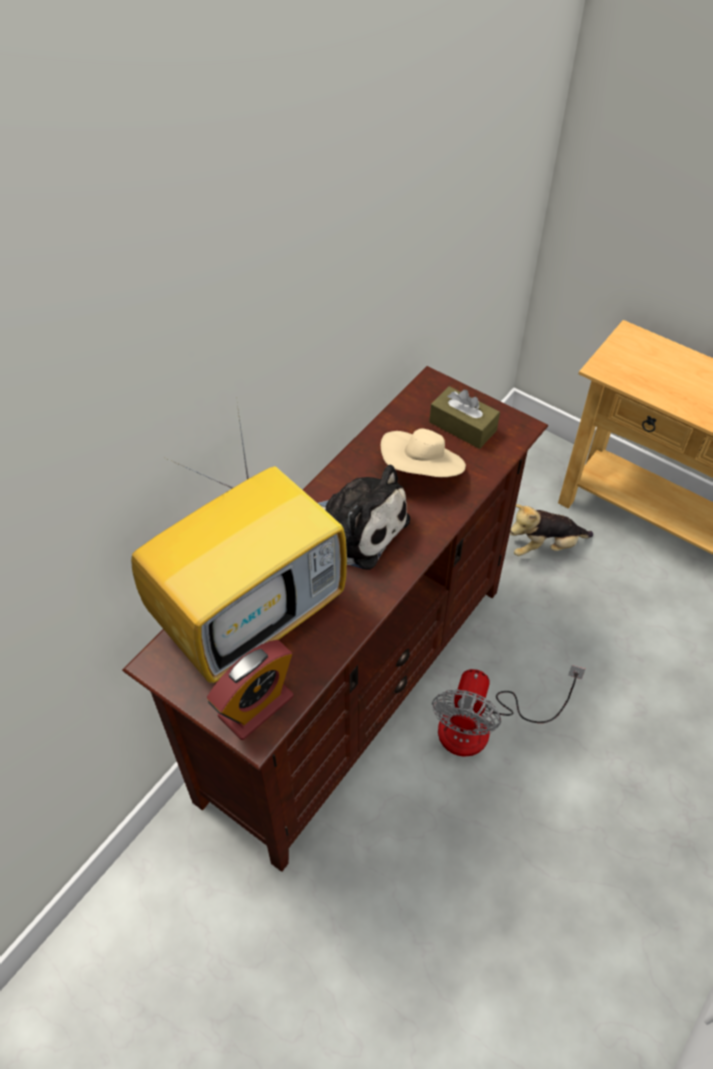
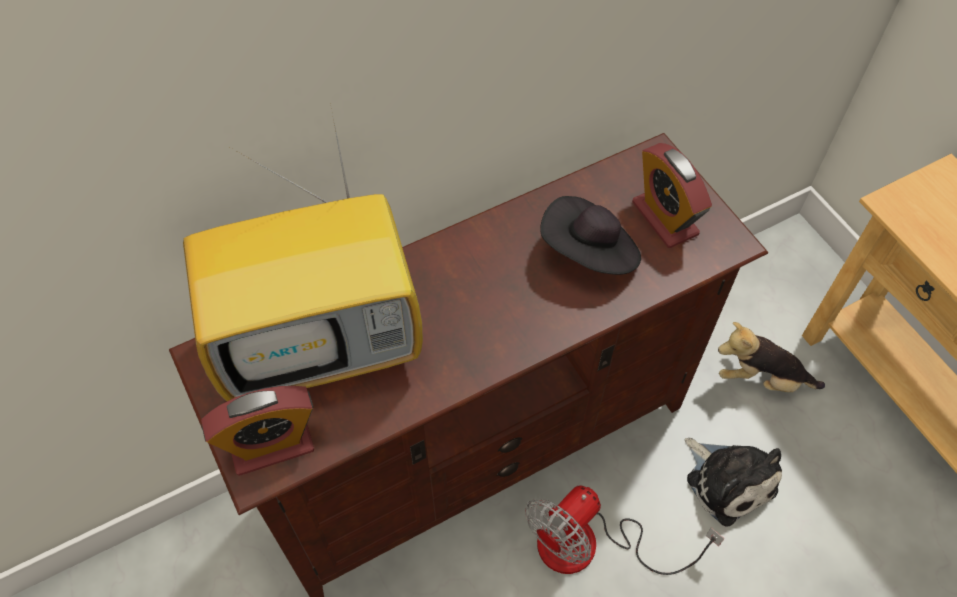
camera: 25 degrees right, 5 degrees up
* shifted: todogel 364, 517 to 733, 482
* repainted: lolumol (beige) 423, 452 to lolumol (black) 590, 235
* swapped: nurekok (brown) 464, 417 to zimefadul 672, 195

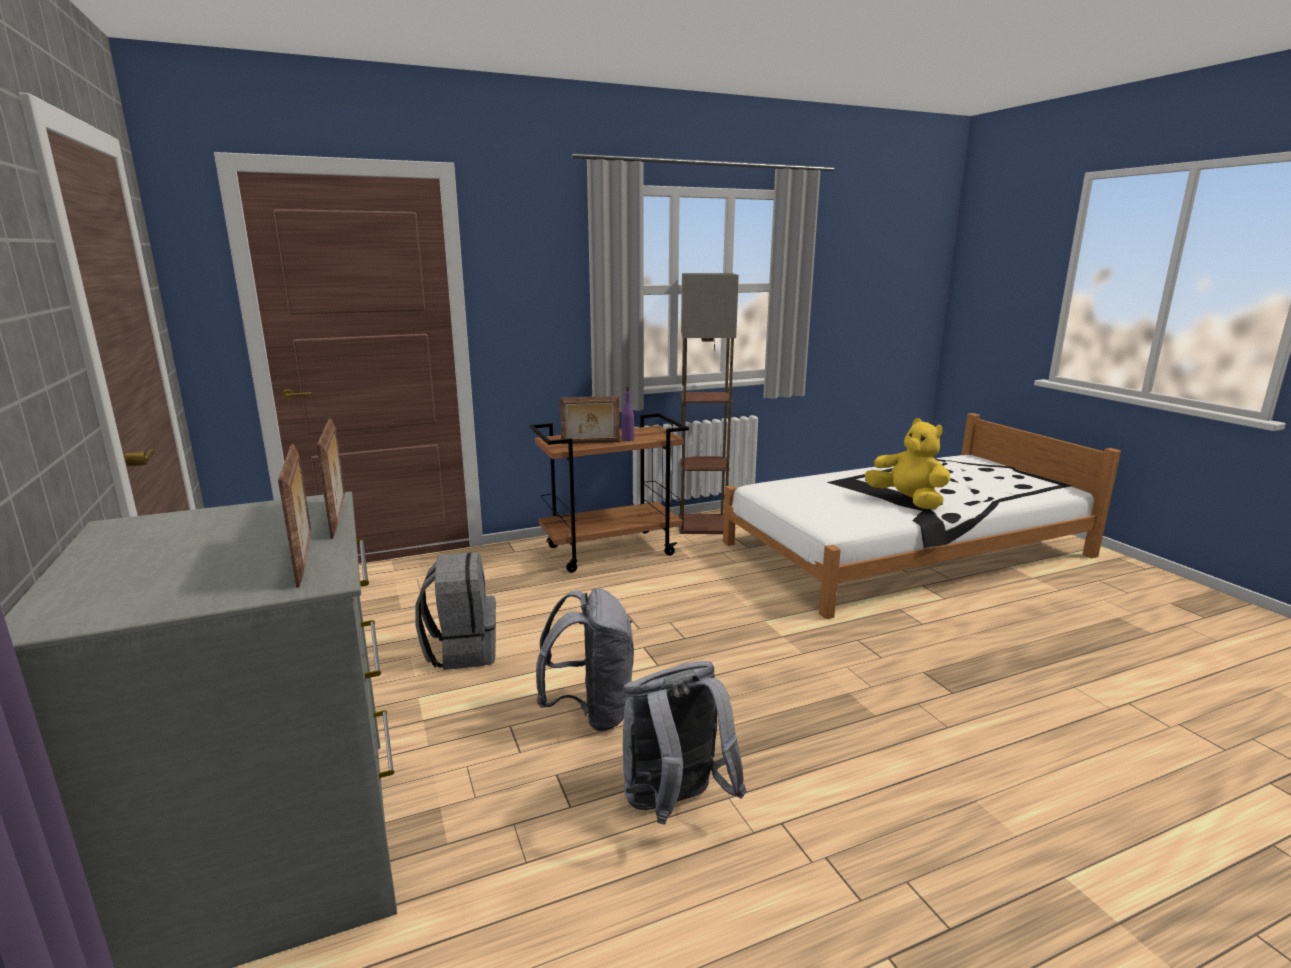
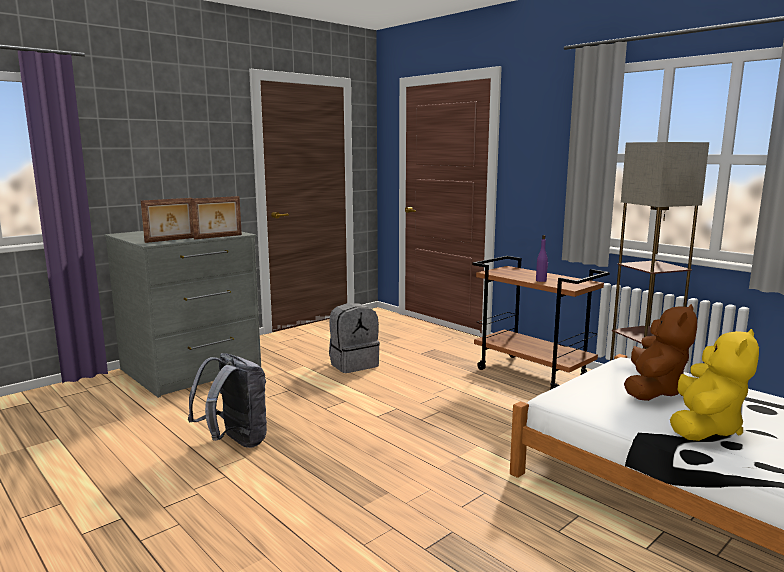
camera: 70 degrees right, 5 degrees down
* gone: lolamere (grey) 585, 659
* gone: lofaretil 590, 420
* new: todogel (brown) 660, 352

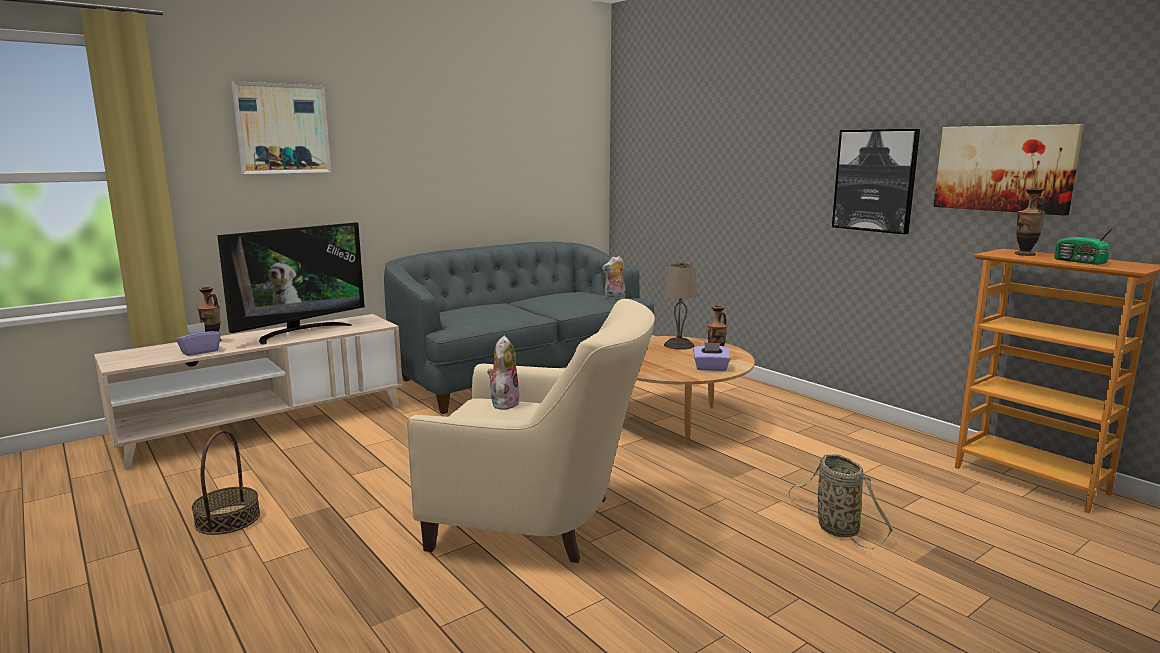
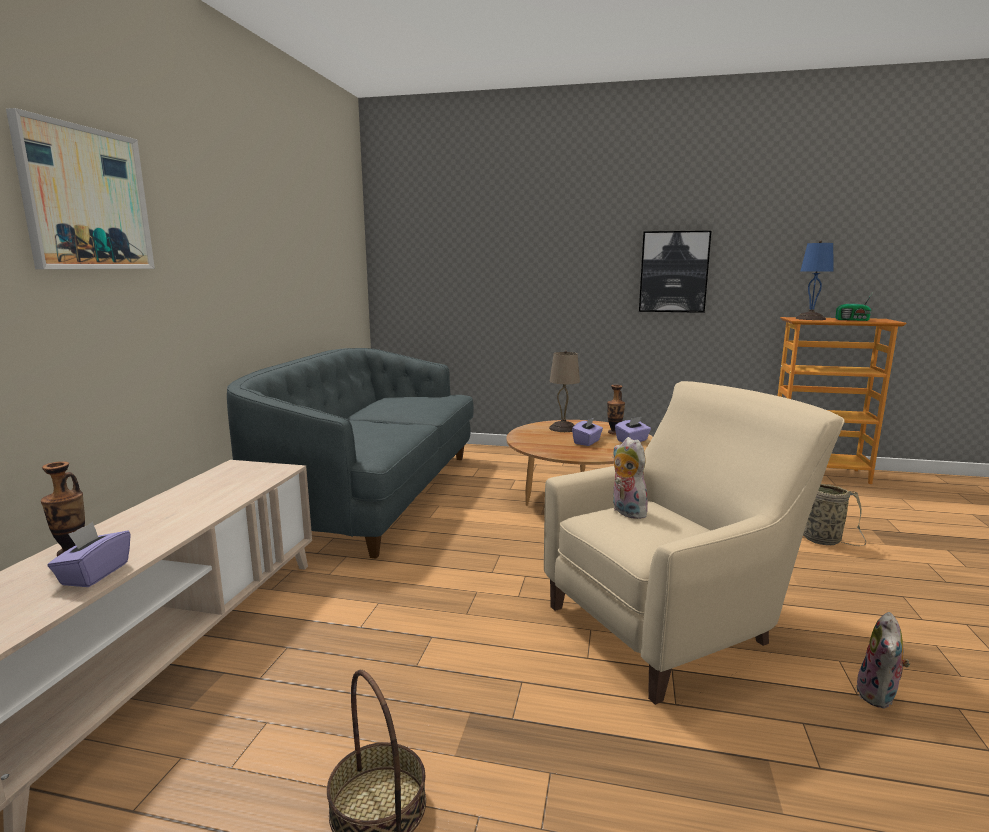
camera: 40 degrees left, 0 degrees up
* gone: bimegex 291, 283
* shifted: todogel 613, 278 to 883, 660
* gone: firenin 1008, 170
* swapped: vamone 1030, 222 to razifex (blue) 814, 280
* new: nurekok (purple) 587, 431

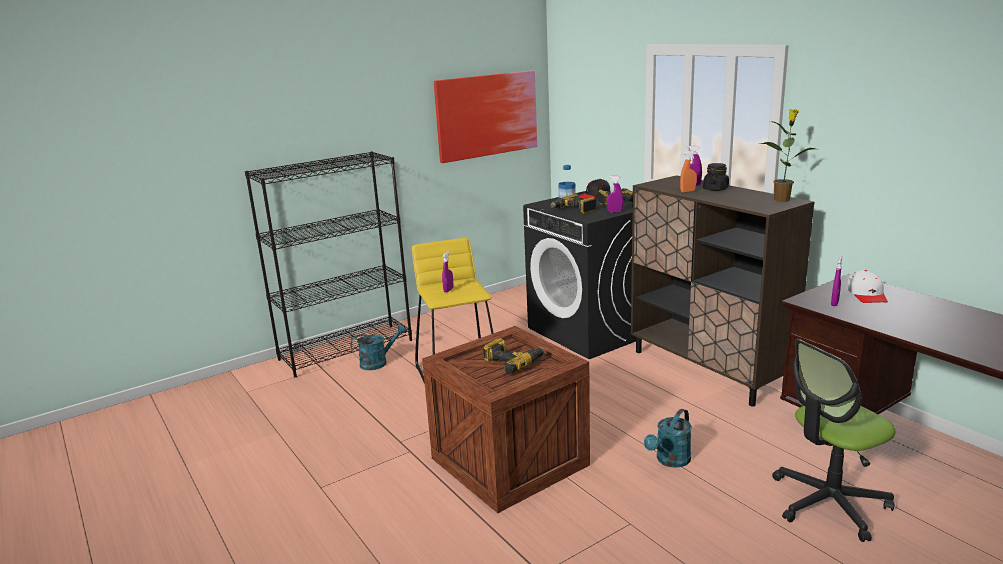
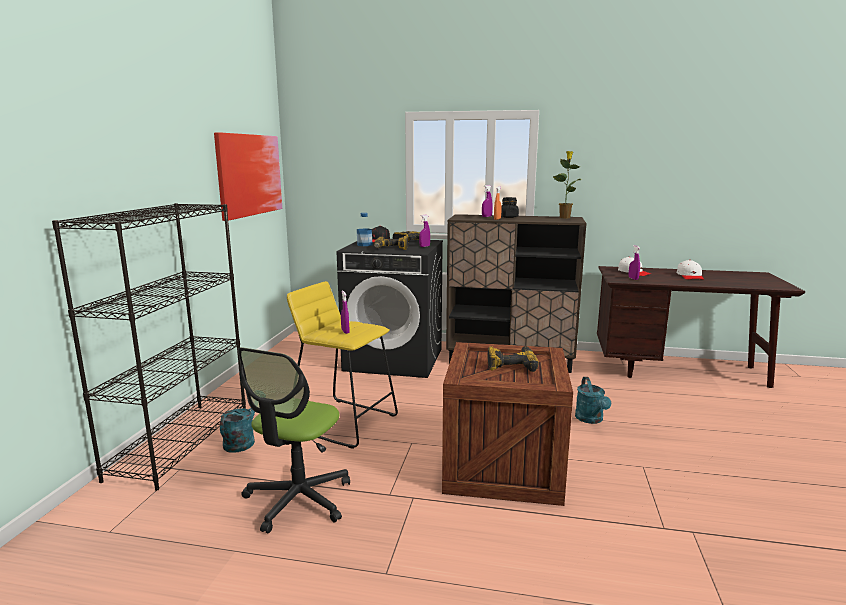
camera: 45 degrees left, 5 degrees down
* shifted: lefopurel 833, 440 to 293, 440
* new: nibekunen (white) 690, 270

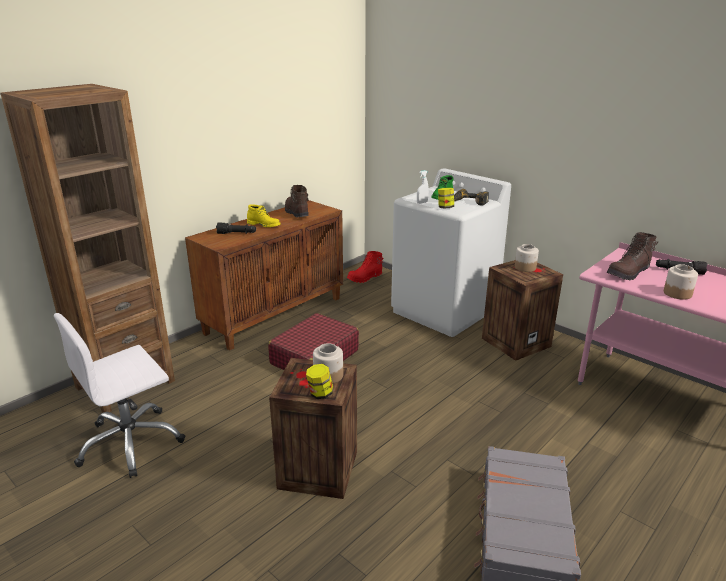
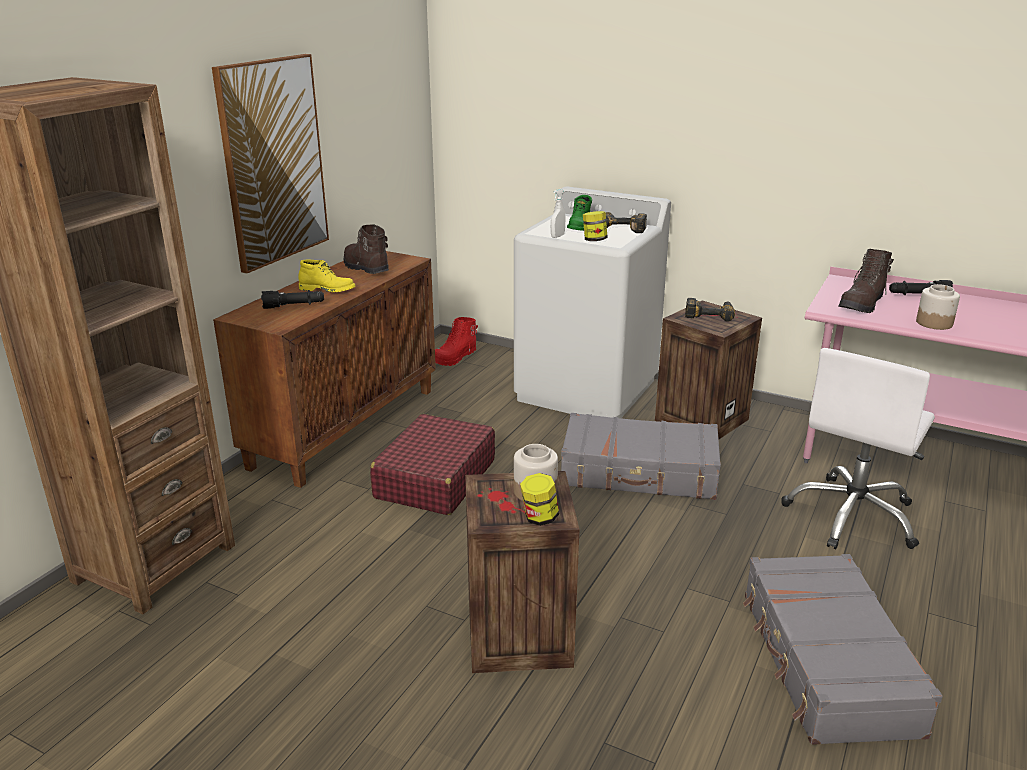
camera: 15 degrees left, 0 degrees up
* shifted: lefopurel (white) 119, 395 to 858, 448
* swapped: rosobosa 527, 258 to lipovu 710, 309
* new: firenin 270, 164
* new: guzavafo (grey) 641, 456

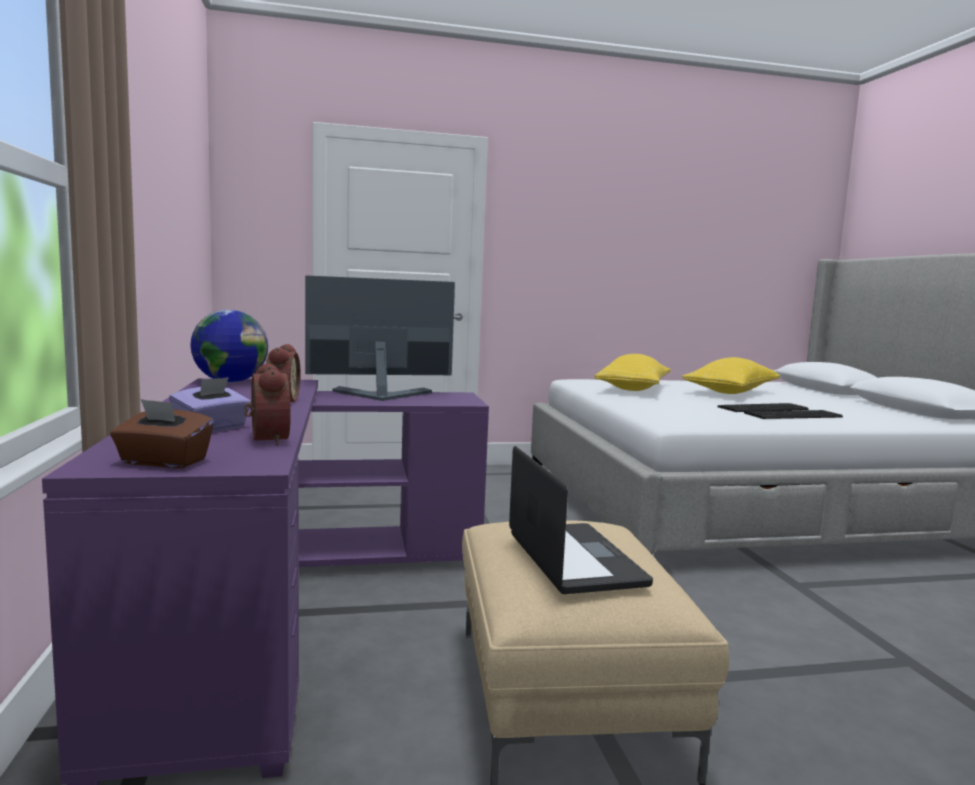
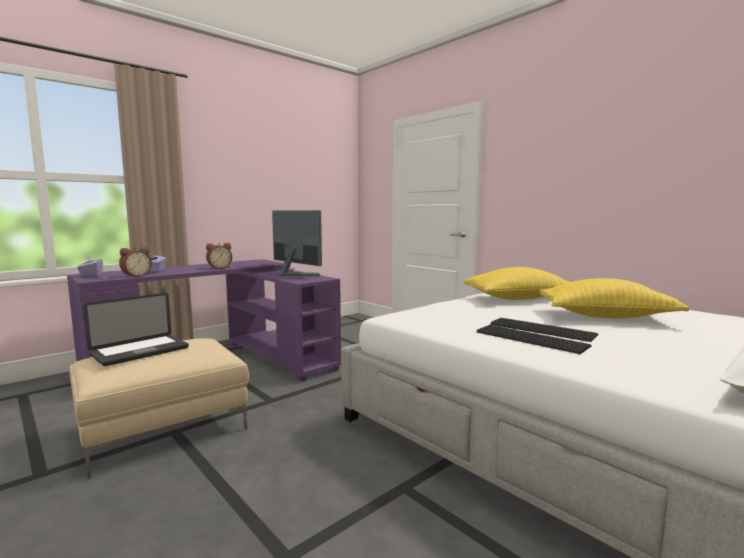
camera: 60 degrees right, 0 degrees up
* repainted: nurekok (brown) 162, 433 to nurekok (purple) 90, 266
* gone: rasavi 229, 346

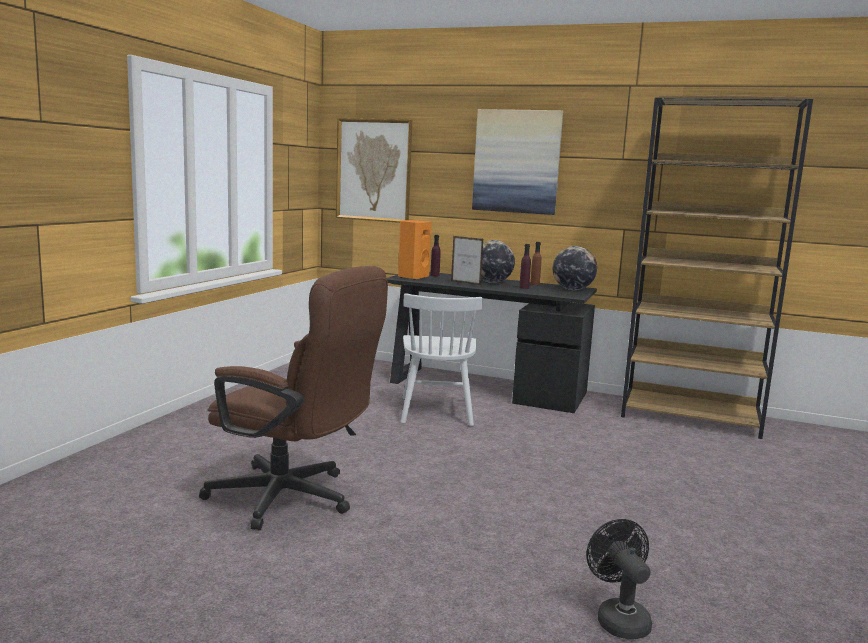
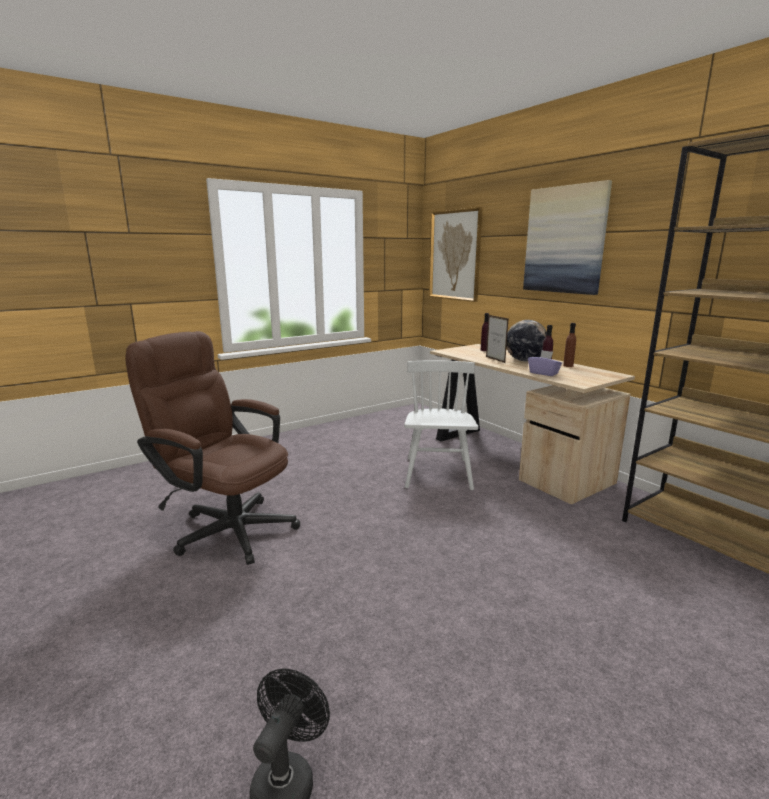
camera: 35 degrees right, 5 degrees up
* rotated: lefopurel (brown) 293, 398 = 212, 448 150 degrees clockwise
* repainted: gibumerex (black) 491, 342 to gibumerex (beige) 532, 424
* gone: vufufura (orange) 415, 250
* rotated: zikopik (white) 442, 359 = 441, 425 150 degrees clockwise
* gone: rasavi 575, 268
* new: nurekok (purple) 545, 363

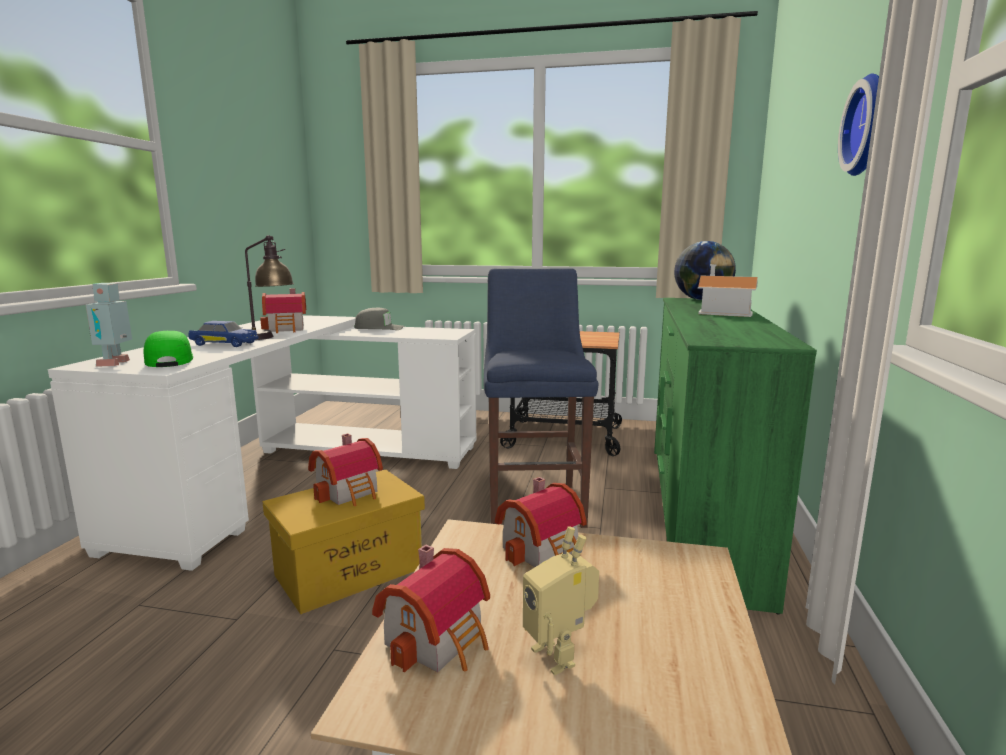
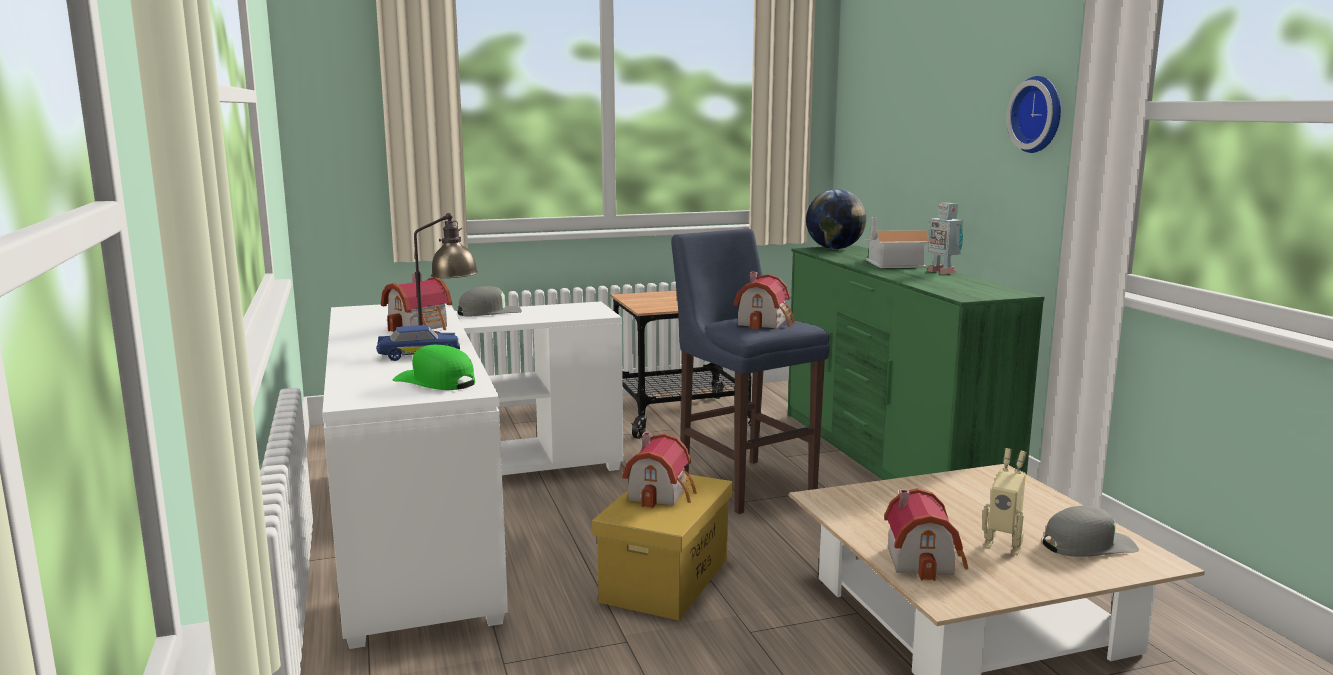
camera: 30 degrees left, 0 degrees up
* shifted: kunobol 109, 325 to 945, 238
* shifted: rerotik 541, 522 to 764, 300
* new: nibekunen (grey) 1091, 531

